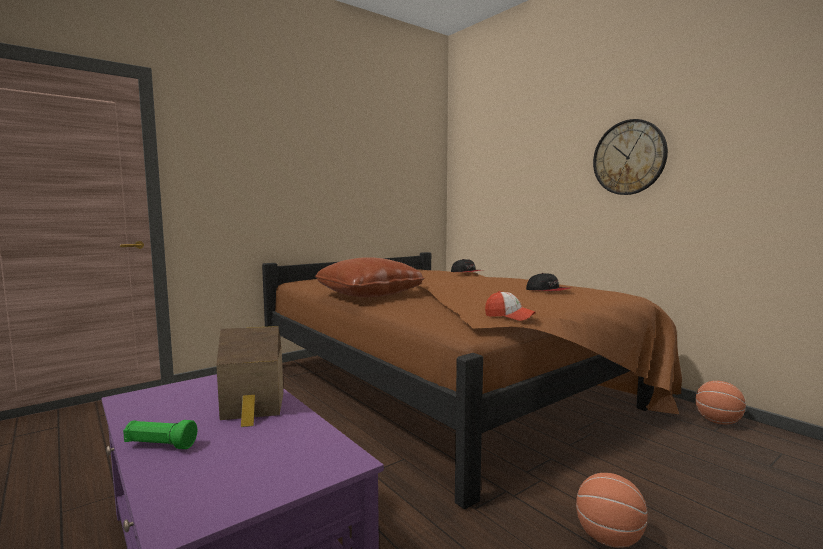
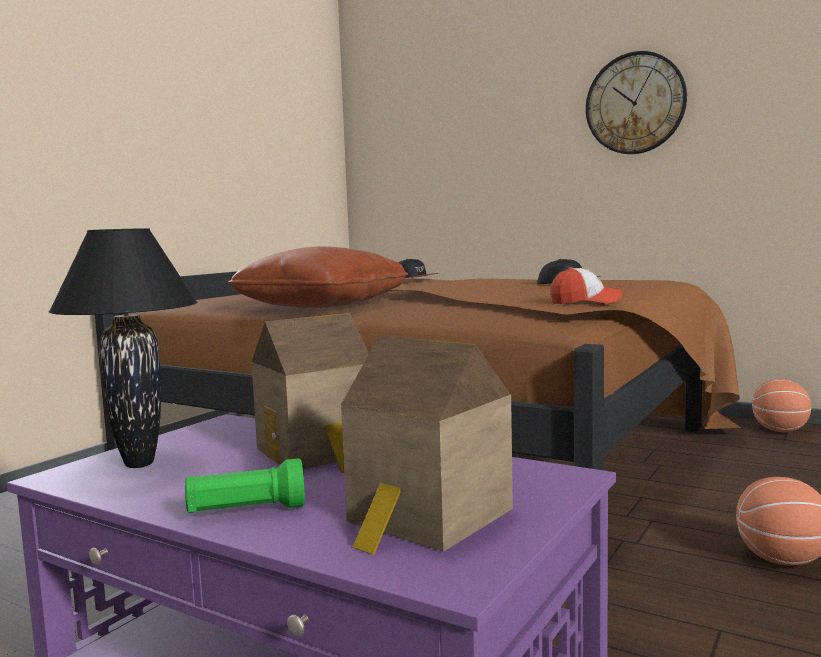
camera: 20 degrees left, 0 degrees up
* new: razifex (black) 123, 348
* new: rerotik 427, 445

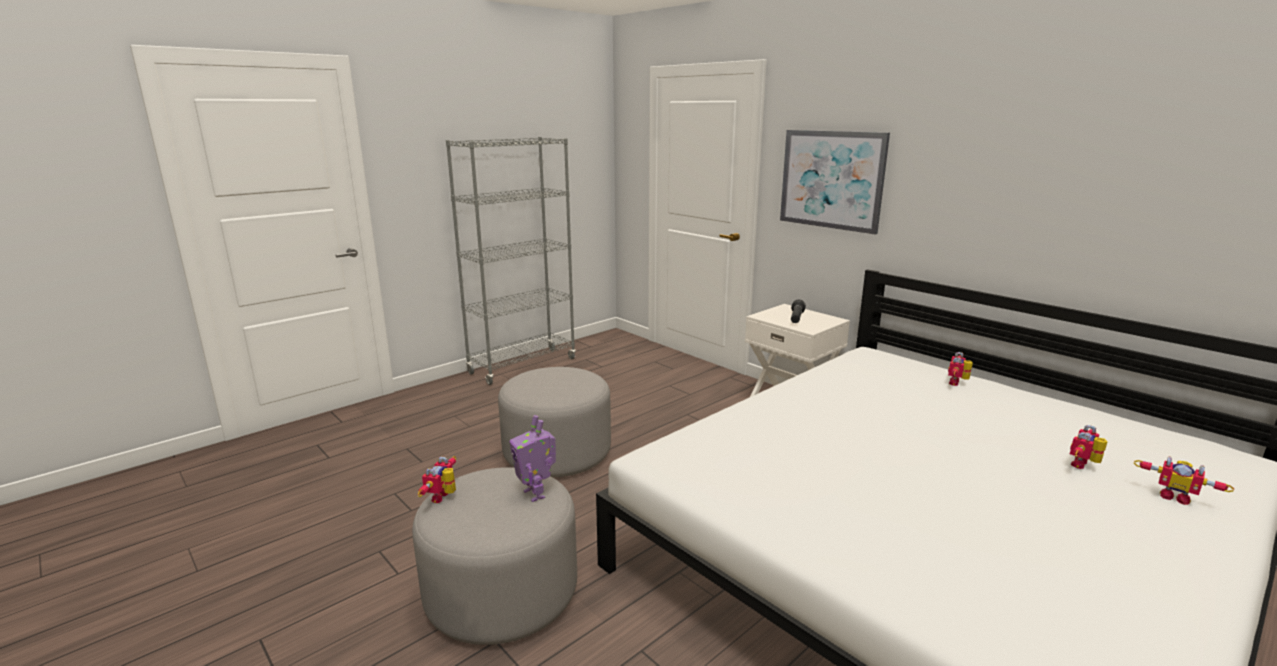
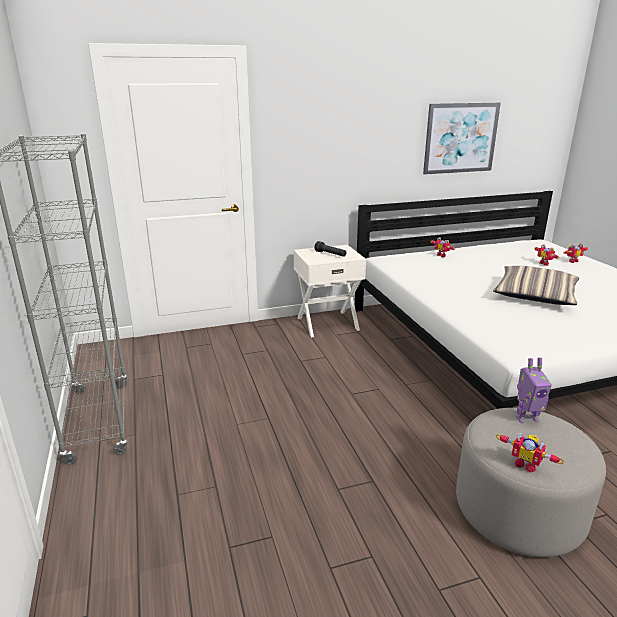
camera: 65 degrees left, 5 degrees up
* gone: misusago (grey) 554, 422
* shifted: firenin 835, 182 to 462, 139
* new: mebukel 536, 285

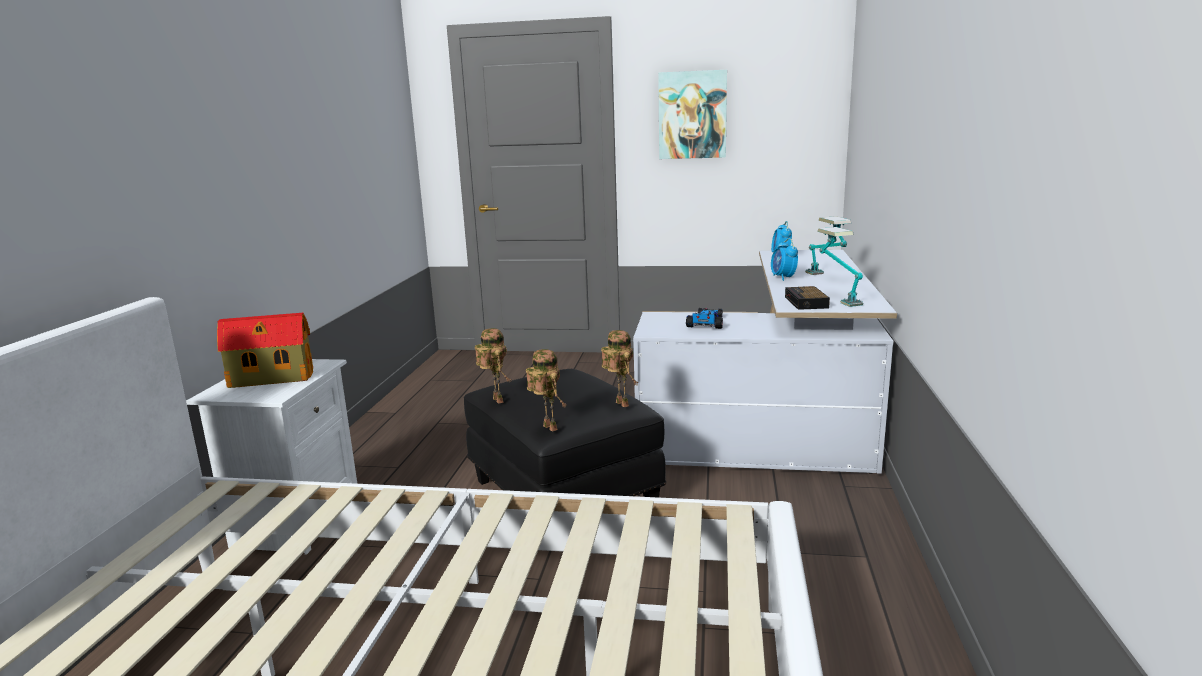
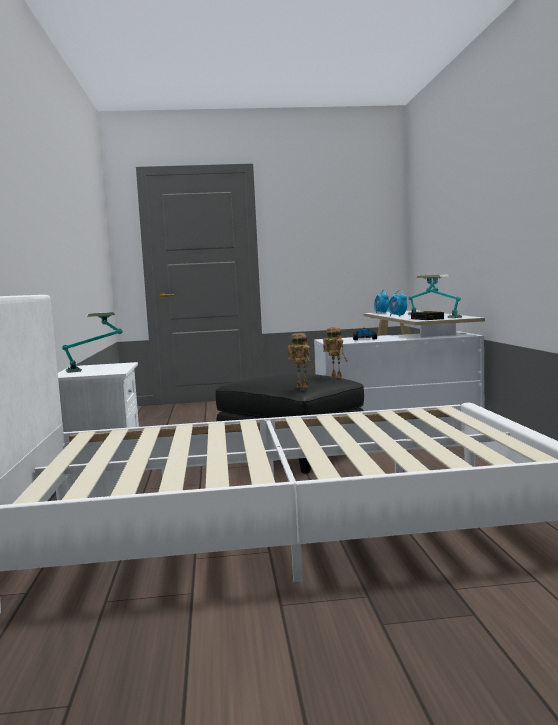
camera: 15 degrees left, 10 degrees down
* swapped: rerotik 265, 350 to razifex 92, 342
* gone: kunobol 493, 366
* gone: firenin 692, 114

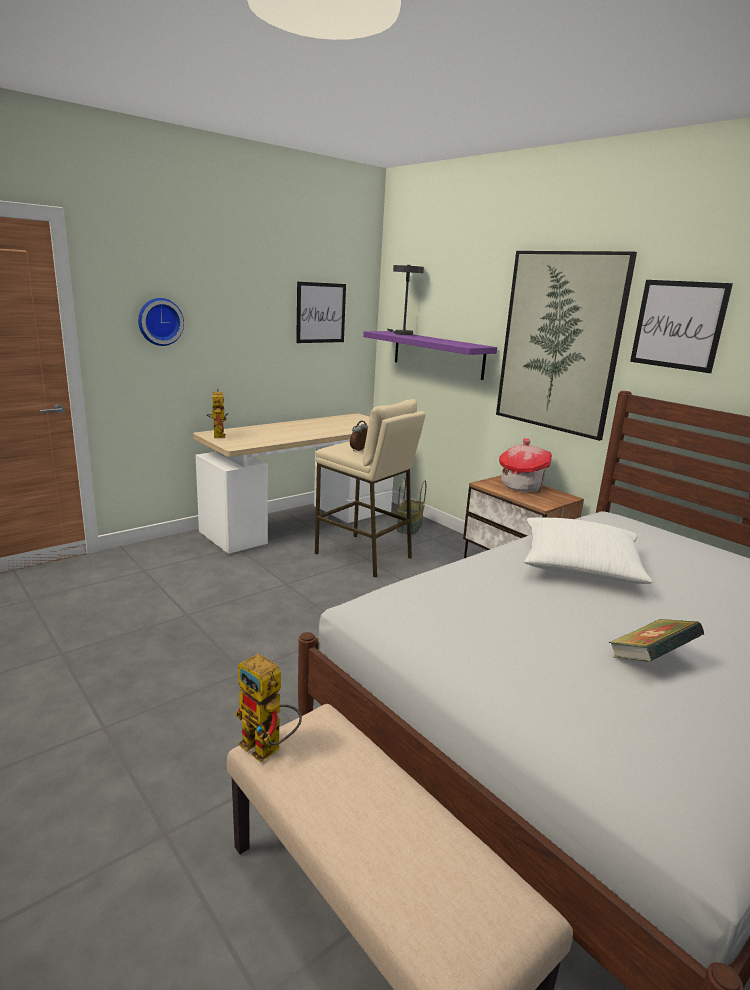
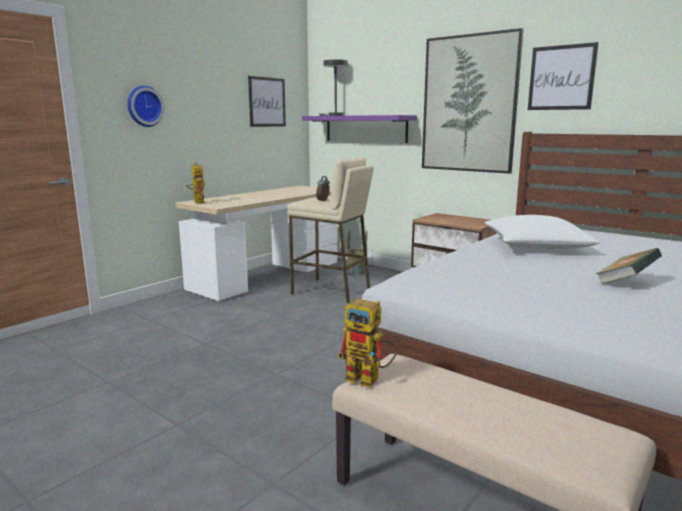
camera: 10 degrees left, 5 degrees down
* gone: rerotik 525, 465

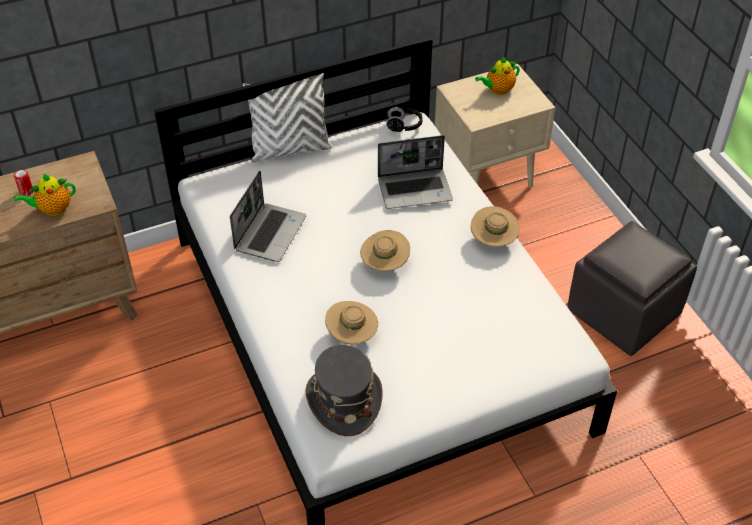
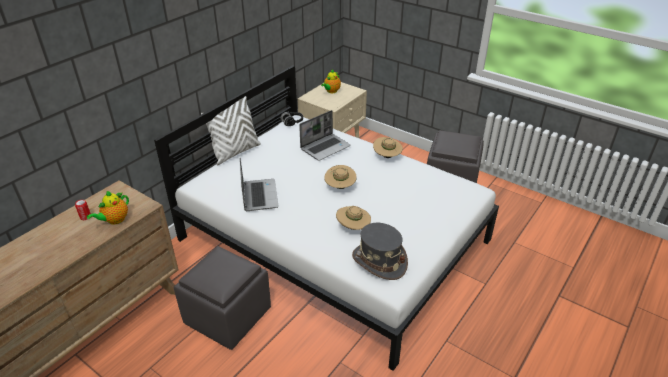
camera: 30 degrees left, 10 degrees down
* new: misusago (grey) 222, 298

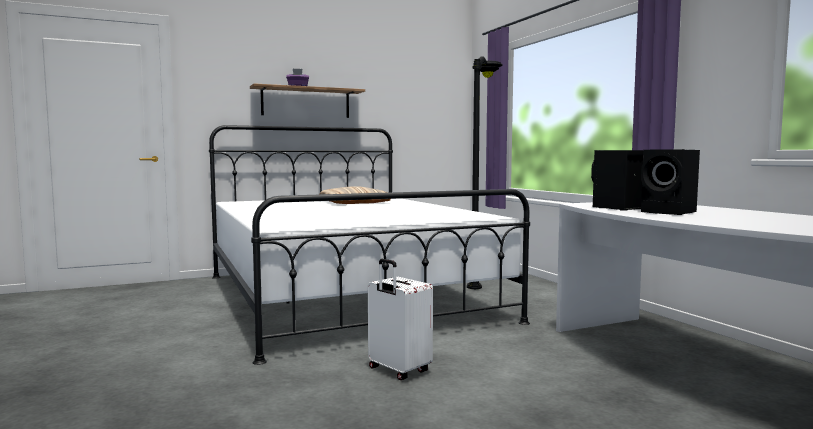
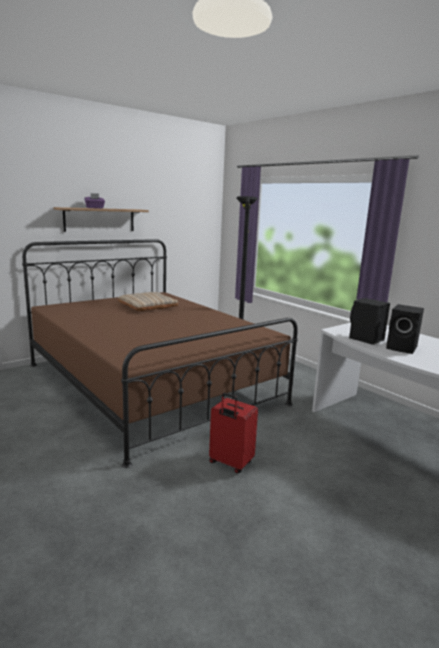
camera: 15 degrees left, 10 degrees up
* repainted: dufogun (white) 369, 245 to dufogun (brown) 160, 353
* repainted: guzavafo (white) 400, 319 to guzavafo (red) 233, 433

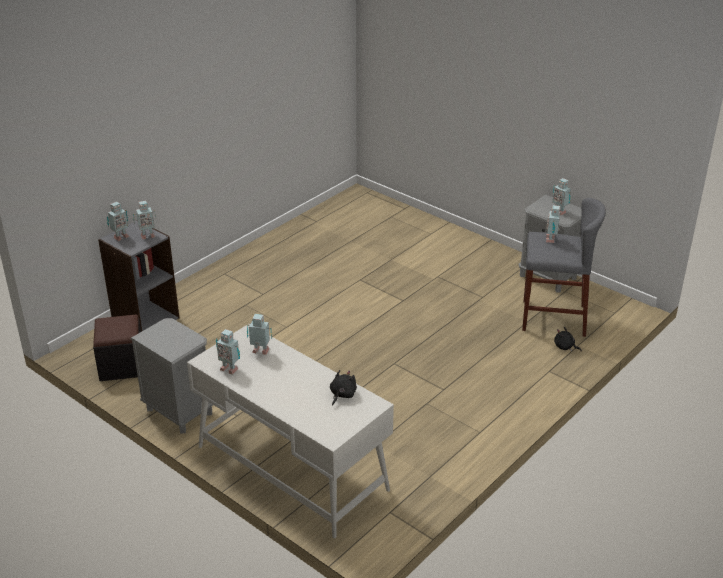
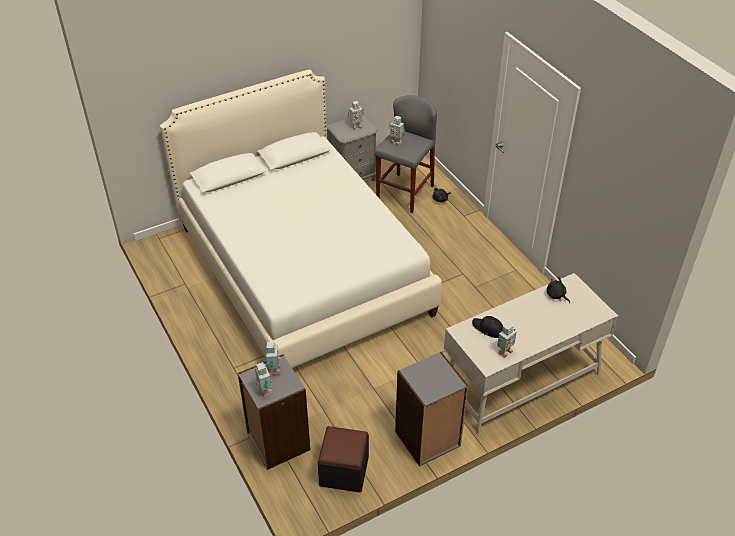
camera: 70 degrees left, 10 degrees up
* swapped: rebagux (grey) 171, 375 to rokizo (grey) 431, 409
* swapped: kunobol 259, 334 to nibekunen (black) 487, 327
* new: dufogun (white) 301, 219

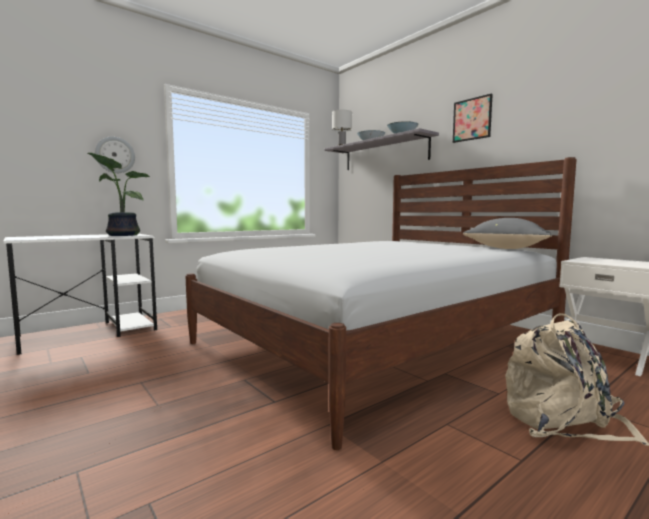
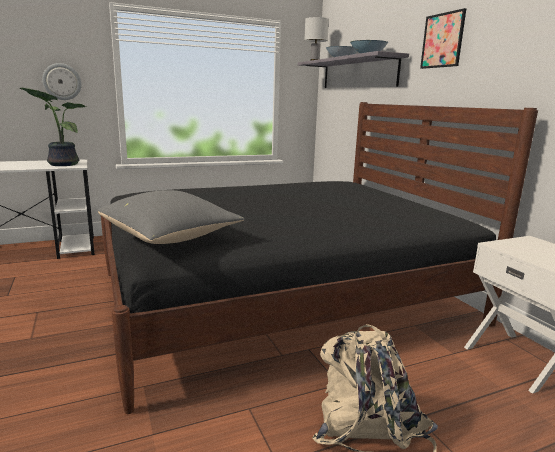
camera: 15 degrees right, 10 degrees up
* repainted: dufogun (white) 381, 303 to dufogun (black) 319, 258
* shifted: mebukel (grey) 507, 233 to 171, 217

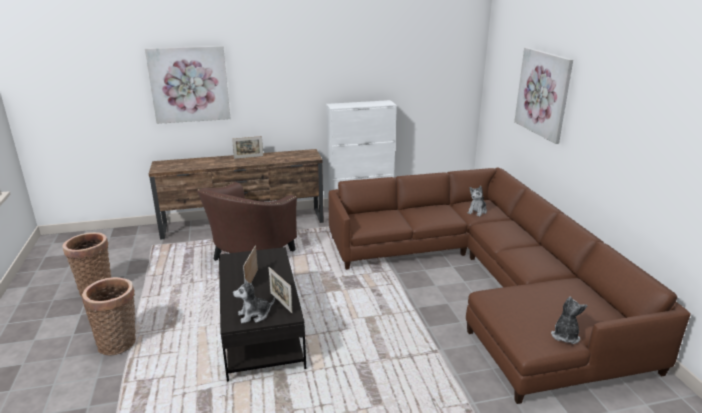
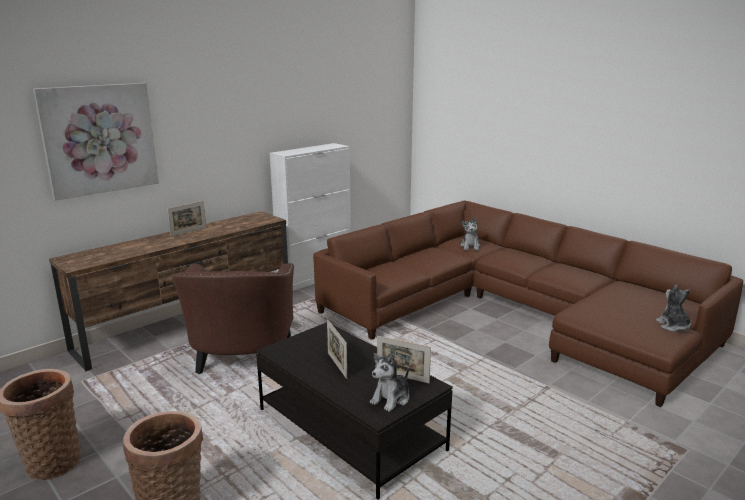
camera: 30 degrees left, 5 degrees down
* gone: firenin 543, 95

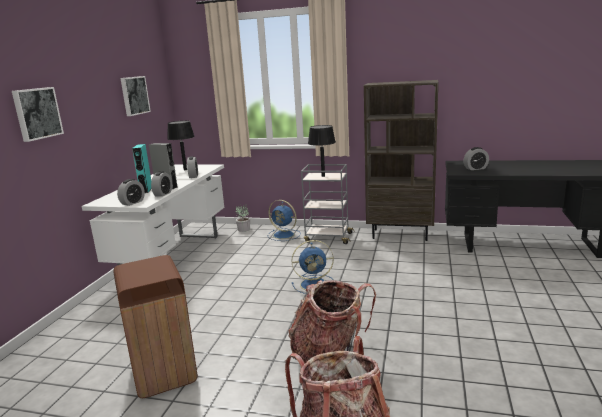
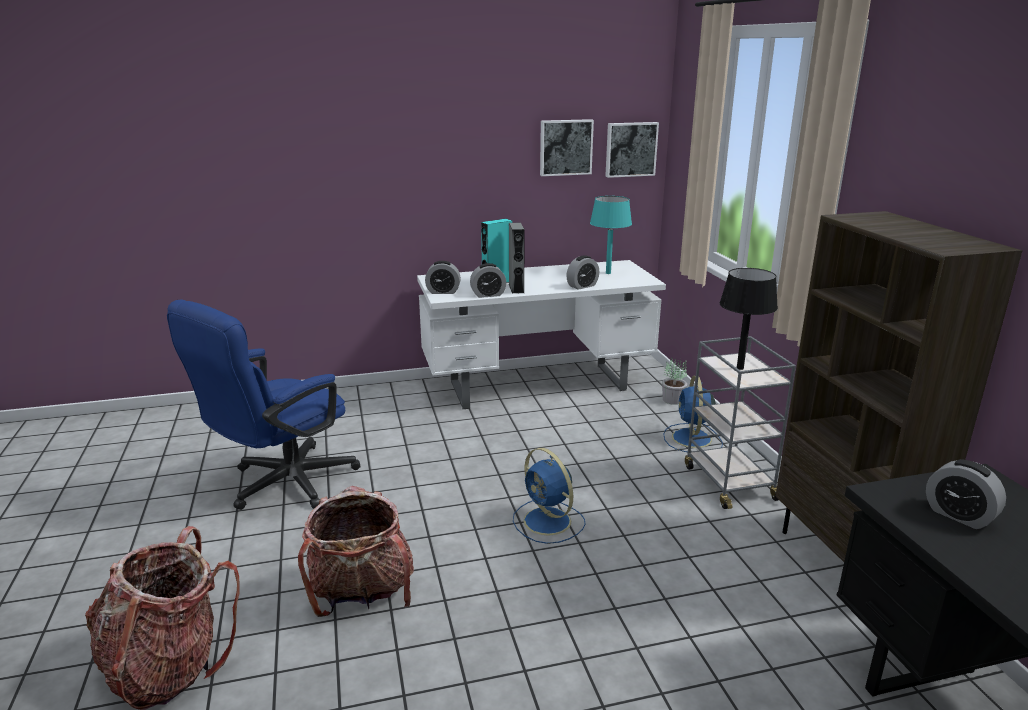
camera: 60 degrees right, 5 degrees up
* shifted: firenin 38, 114 to 632, 150
* swapped: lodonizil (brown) 155, 326 to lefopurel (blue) 263, 405
* repainted: razifex (black) 181, 145 to razifex (turquoise) 611, 235

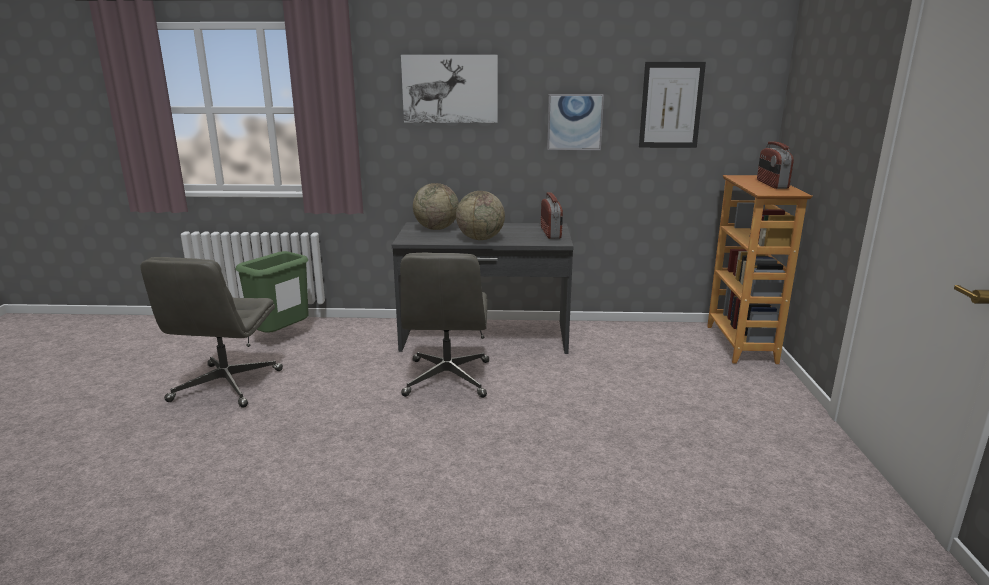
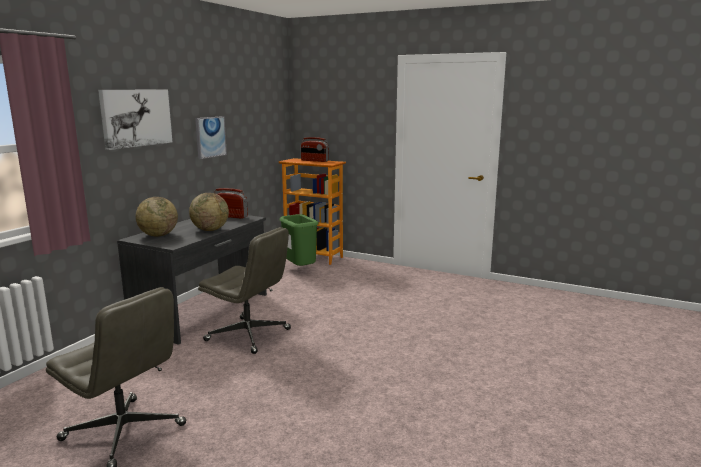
camera: 65 degrees left, 5 degrees down
* shifted: lodonizil (green) 272, 292 to 299, 240
* gone: firenin 672, 105

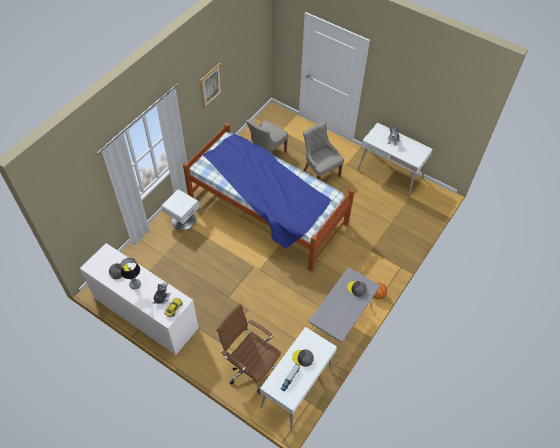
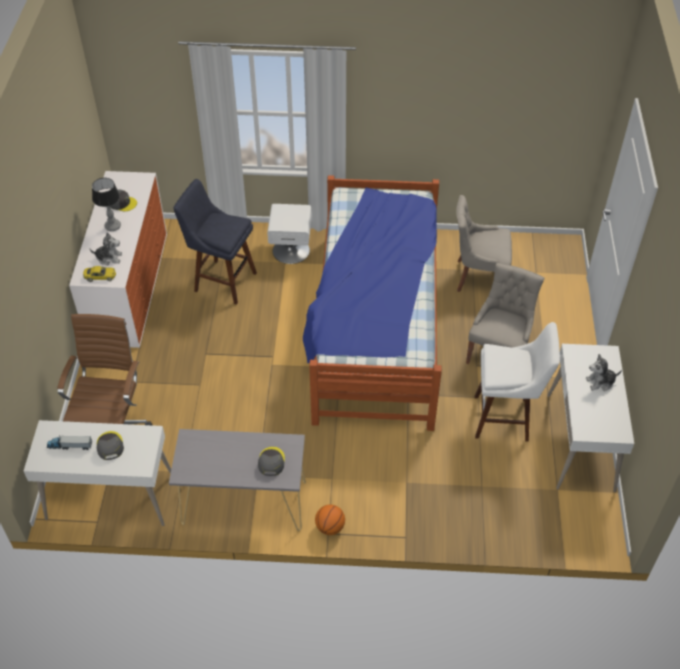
camera: 60 degrees right, 5 degrees down
* gone: firenin 211, 86
* new: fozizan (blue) 215, 242
* new: fozizan (white) 517, 382

